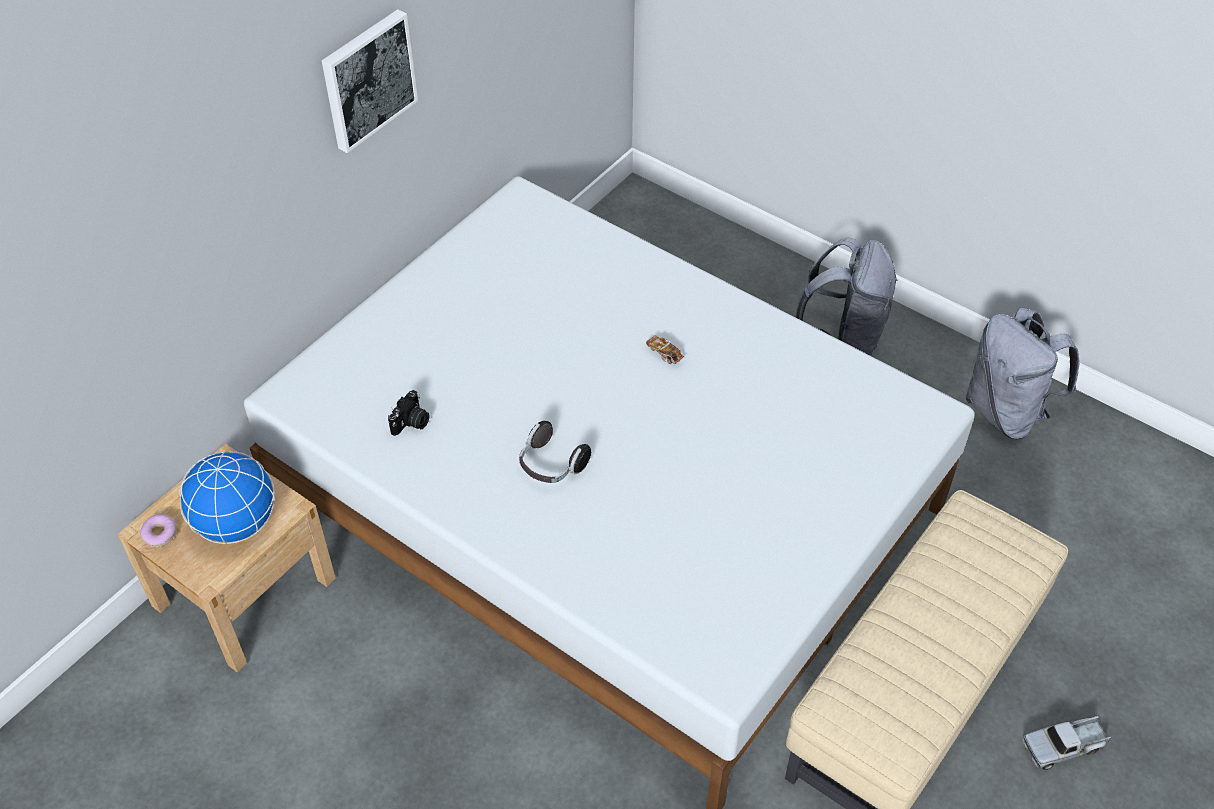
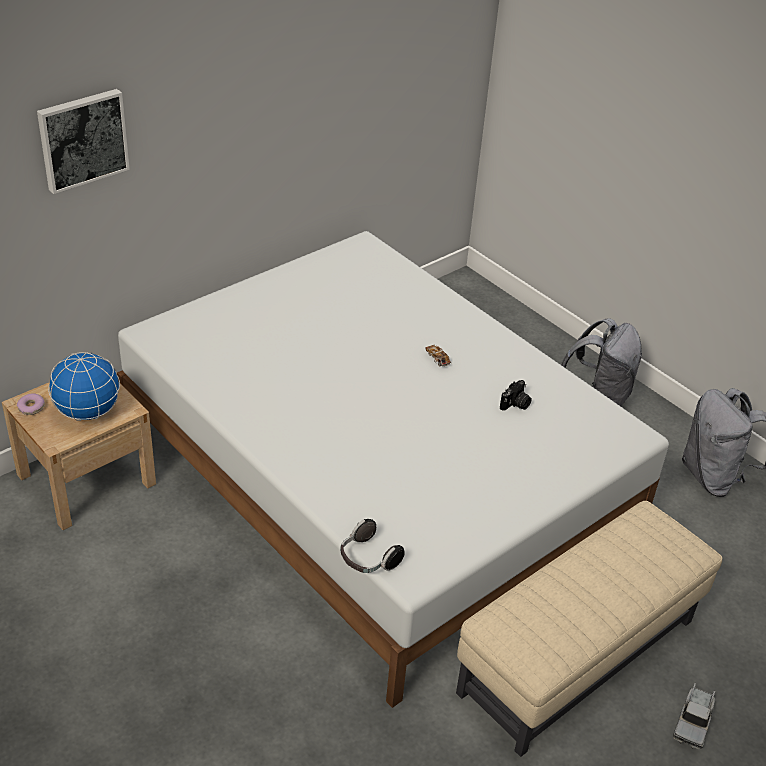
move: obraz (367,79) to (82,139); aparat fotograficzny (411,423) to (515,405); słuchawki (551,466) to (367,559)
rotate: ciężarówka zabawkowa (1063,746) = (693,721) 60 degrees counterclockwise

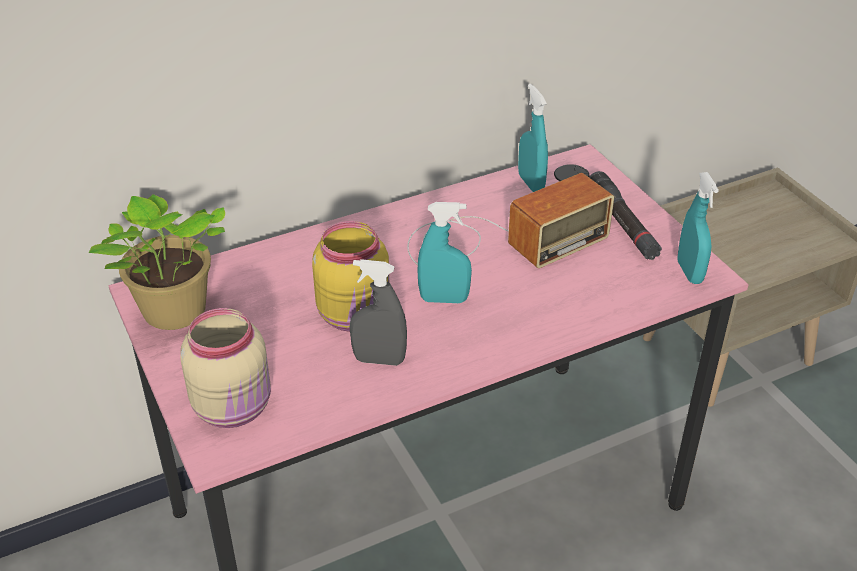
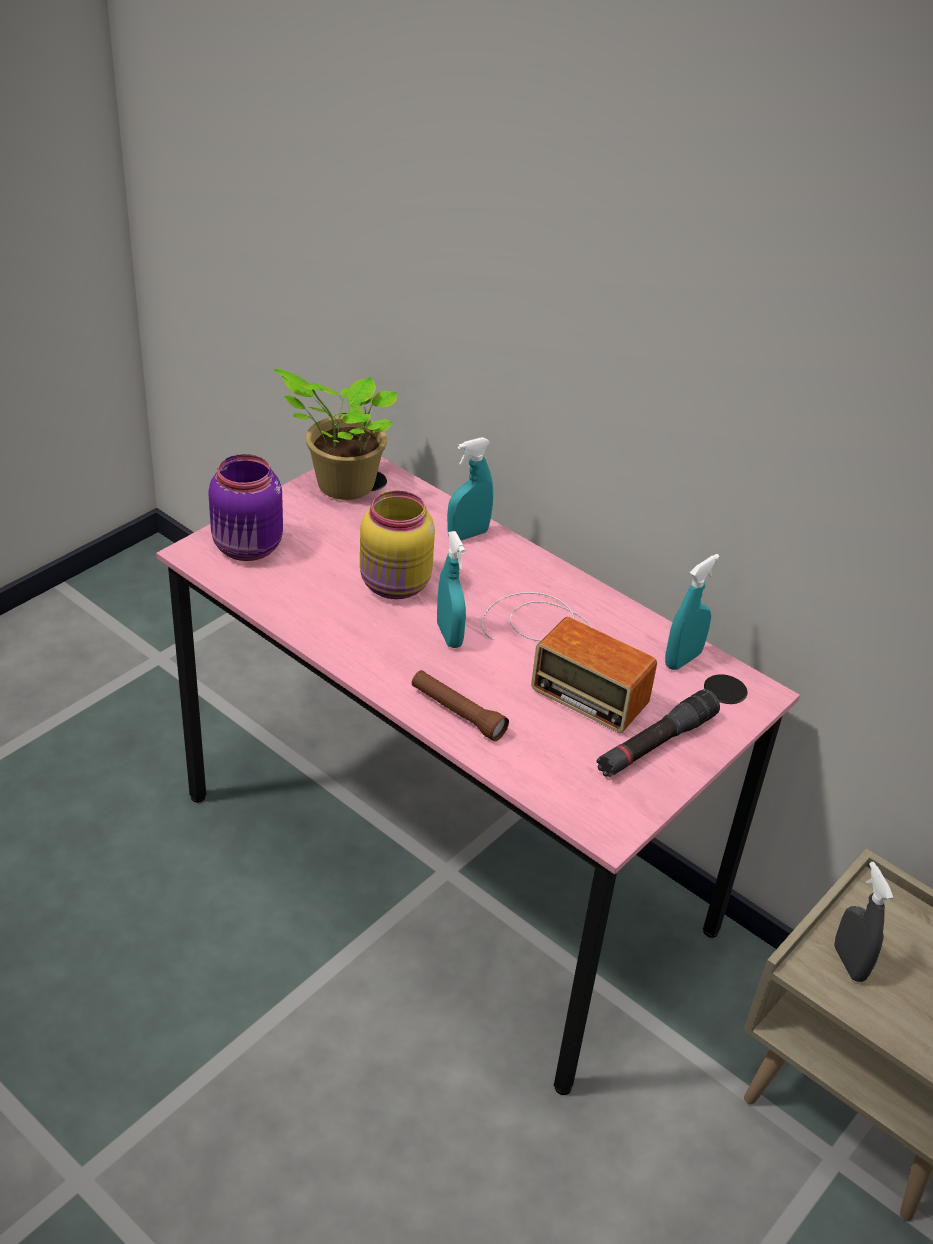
insert: latarka [brązowy] (457,713)
move: spryskiwacz [szary] (379,360) to (849,963); spryskiwacz [turkusowy] (689,272) to (468,535)
recolor: słoik [beżowy] (235,407) to słoik [fioletowy] (248,548)

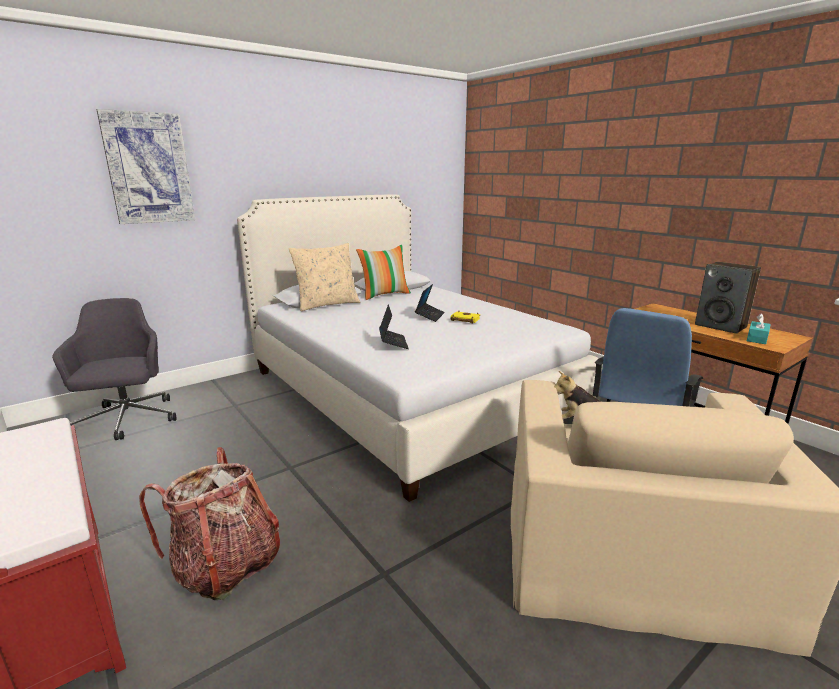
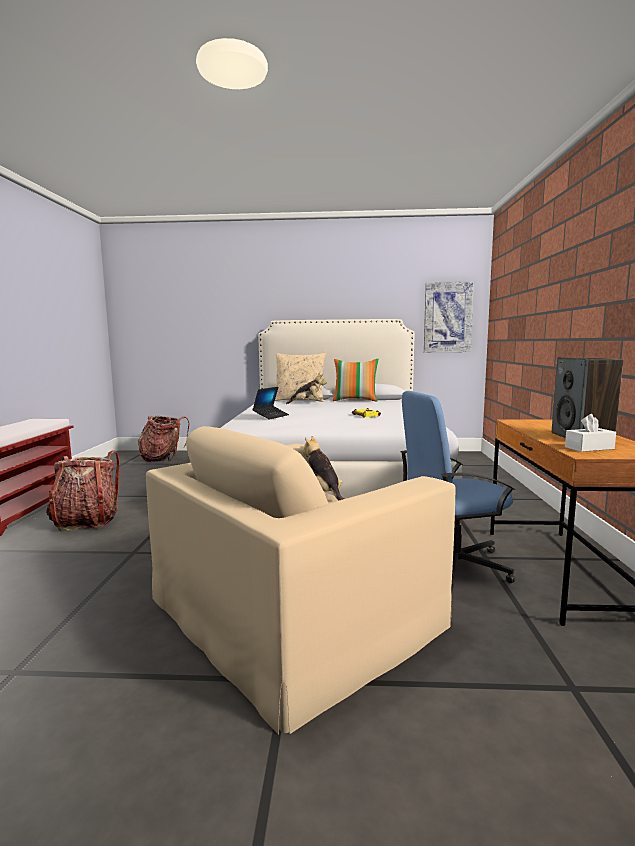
delete: laptop (430,316)
insert: pluszak (307,404)
move: obraz (148,168) to (448,317)
replace: krzesło biurowe [szary] (127,420) to plecak (163,458)
recolor: pudełko chusteczek [turkusowy] (757,338) to pudełko chusteczek [biały] (589,448)

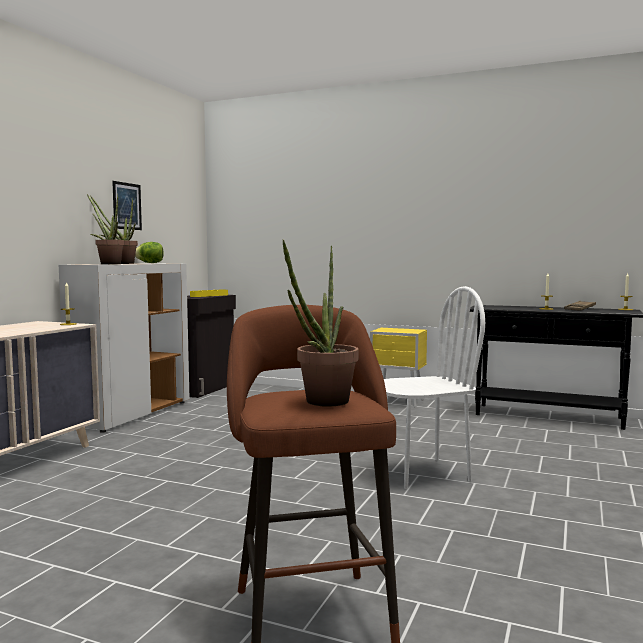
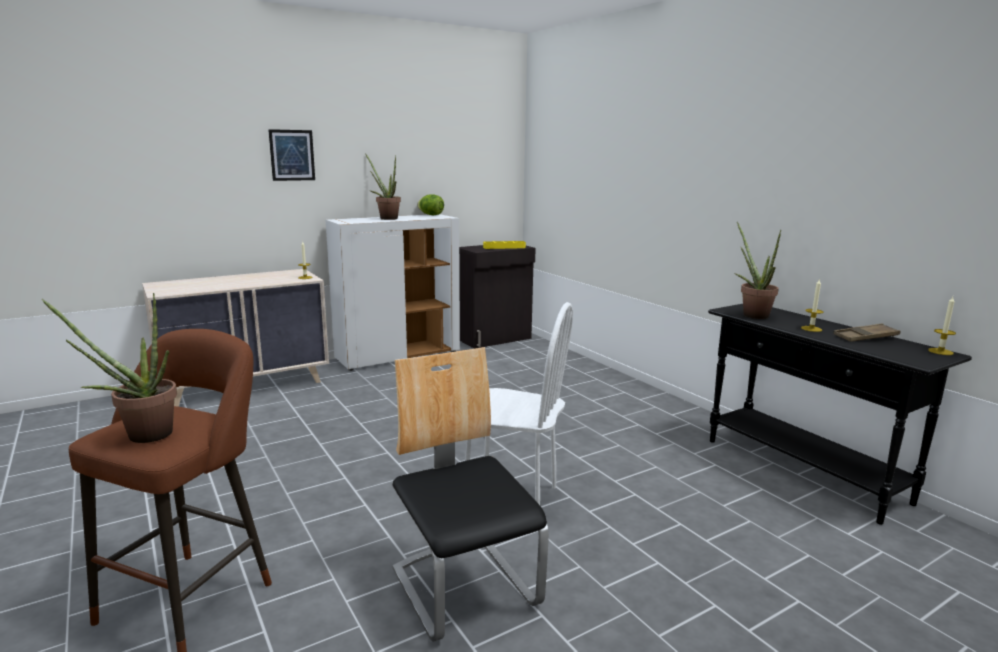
delete: szafka nocna [żółty] (398,402)
insert: krzesło (465,587)
move: roślina doniczkowa (107,264) to (752,314); obraz (127,206) to (292,155)

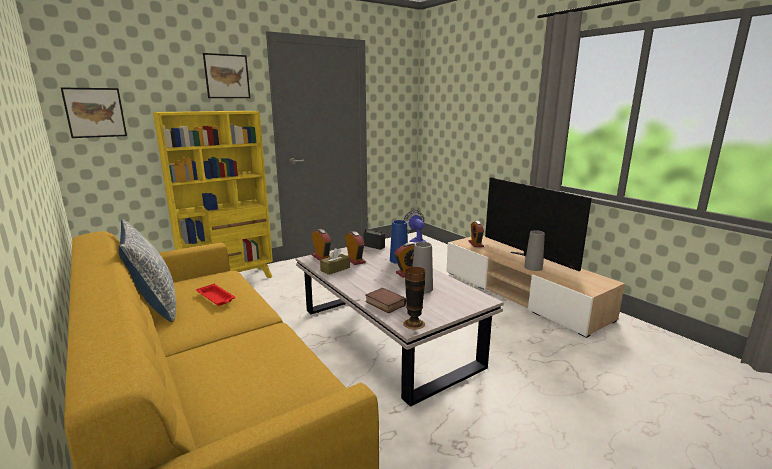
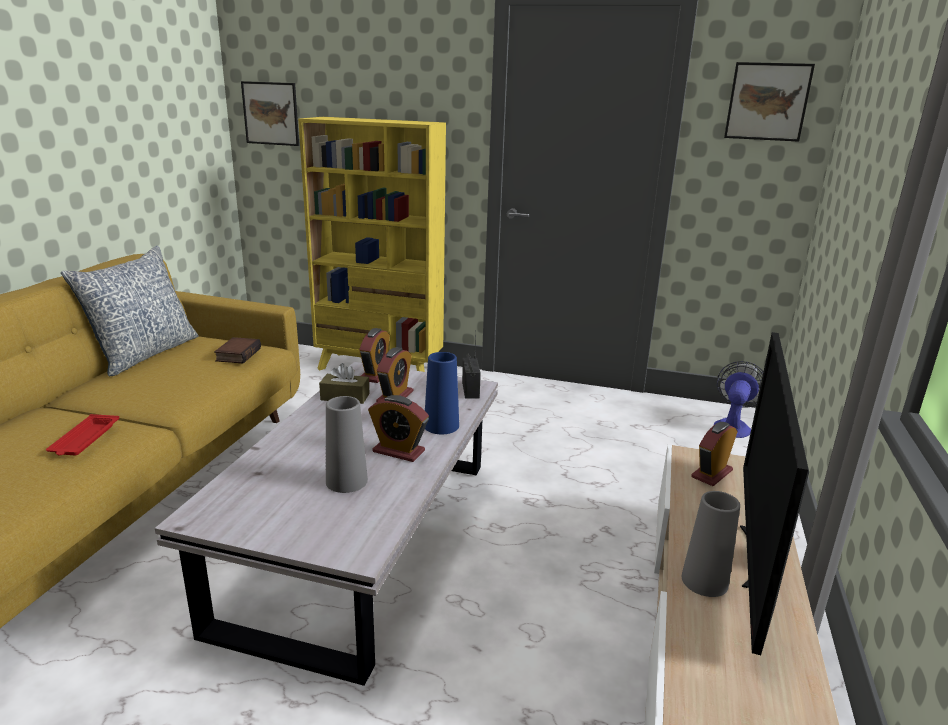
delete: wazon (414,323)
move: taca [czerwony] (216,298) to (84,440); obraz (227,76) to (767,102); książka (384,304) to (237,354)

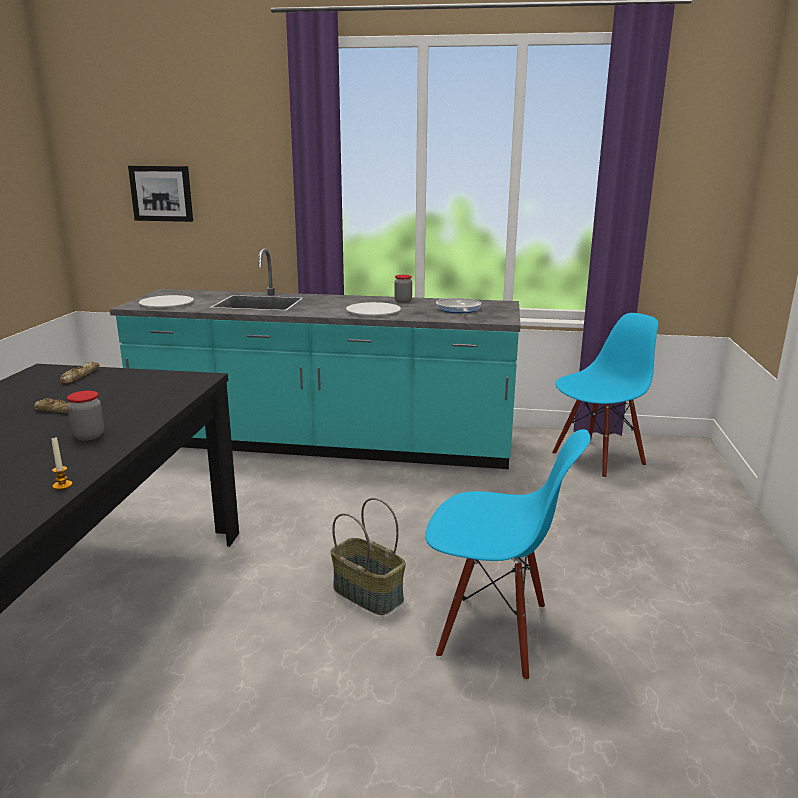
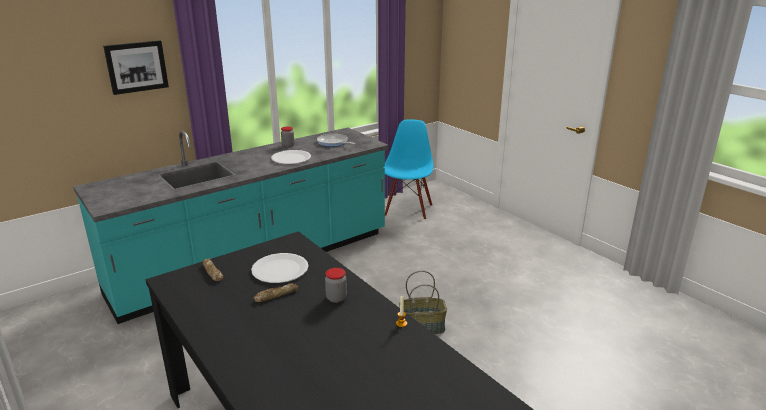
delete: krzesło [niebieski] (493,631)
move: obraz (161,193) to (136,67); talerz [biały] (166,303) to (280,269)

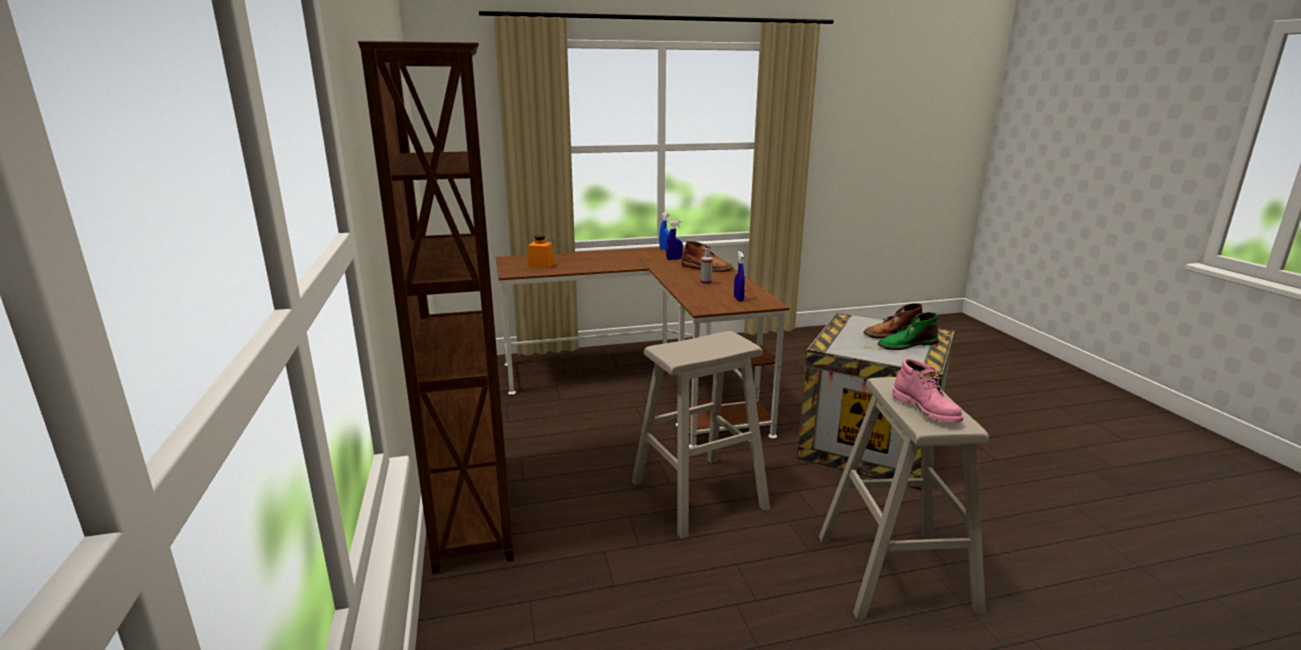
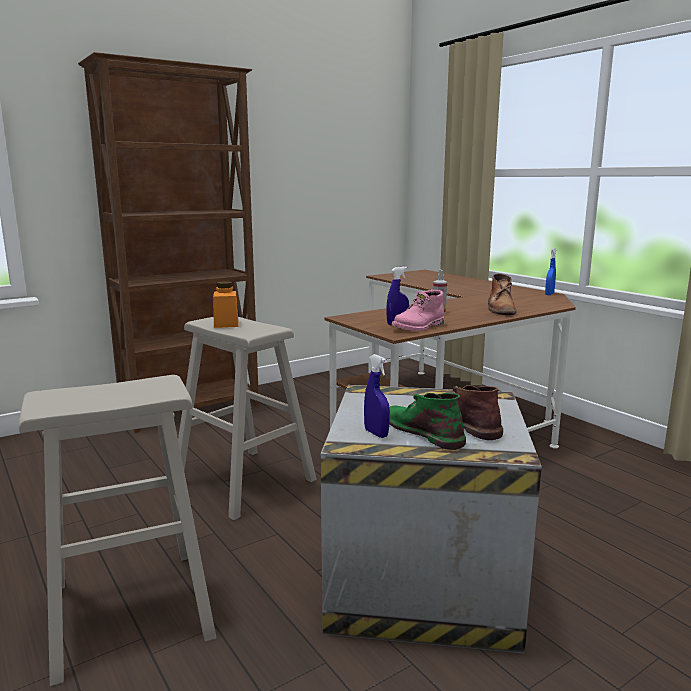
move: słoik [pomarańczowy] (541,265) to (226,324); spryskiwacz [niebieski] (674,259) to (376,433); but z cholewką [różowy] (926,410) to (419,327)

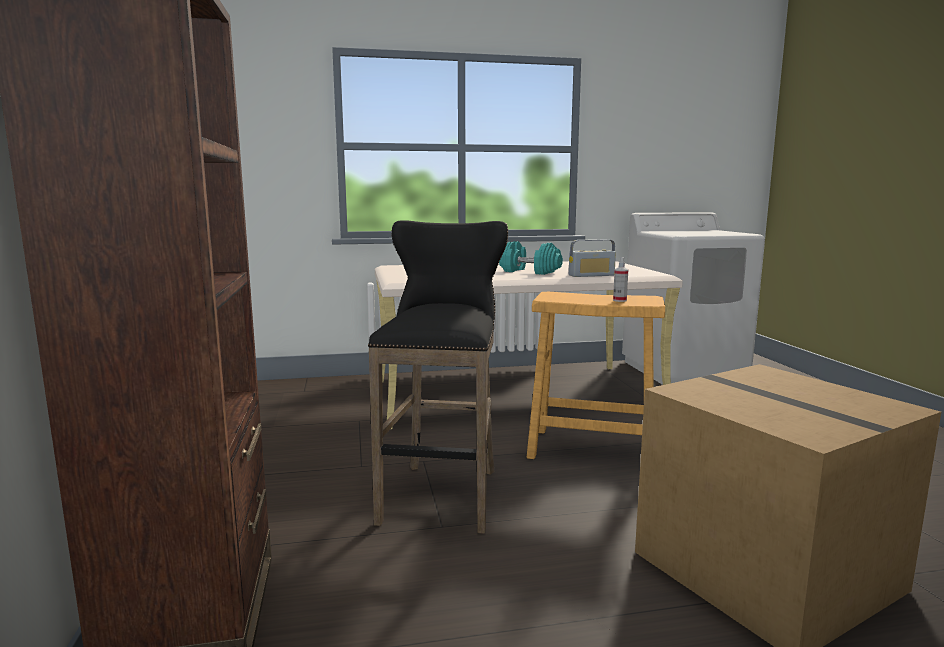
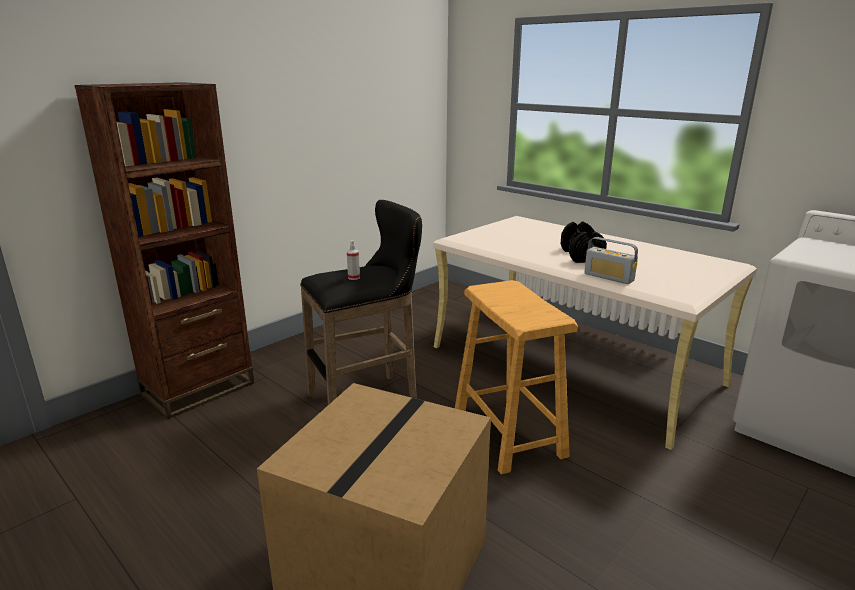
move: spryskiwacz (619,300) to (354,277)
recolor: hantel [turkusowy] (530,271) to hantel [czarny] (581,255)

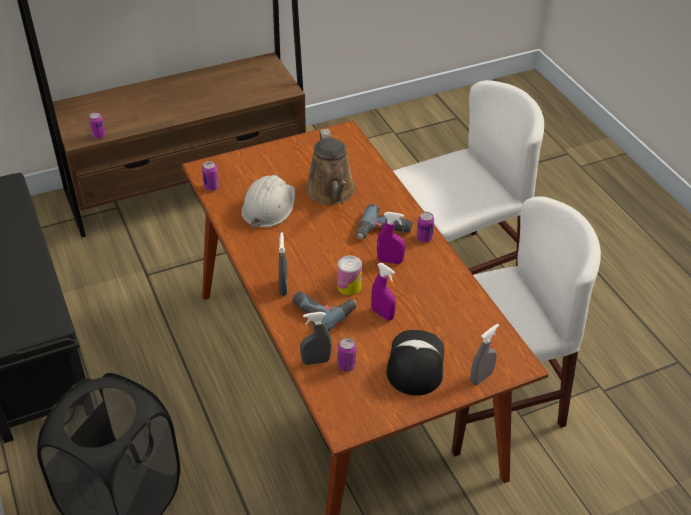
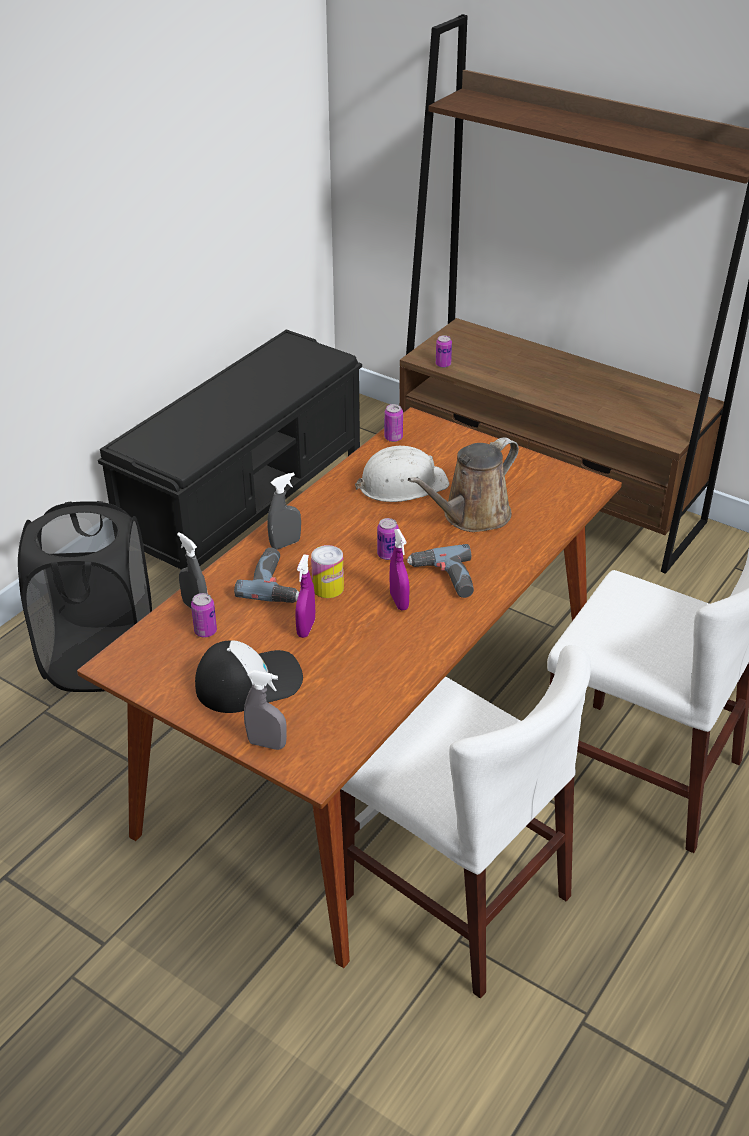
move: puszka (424,238) to (387,555)

